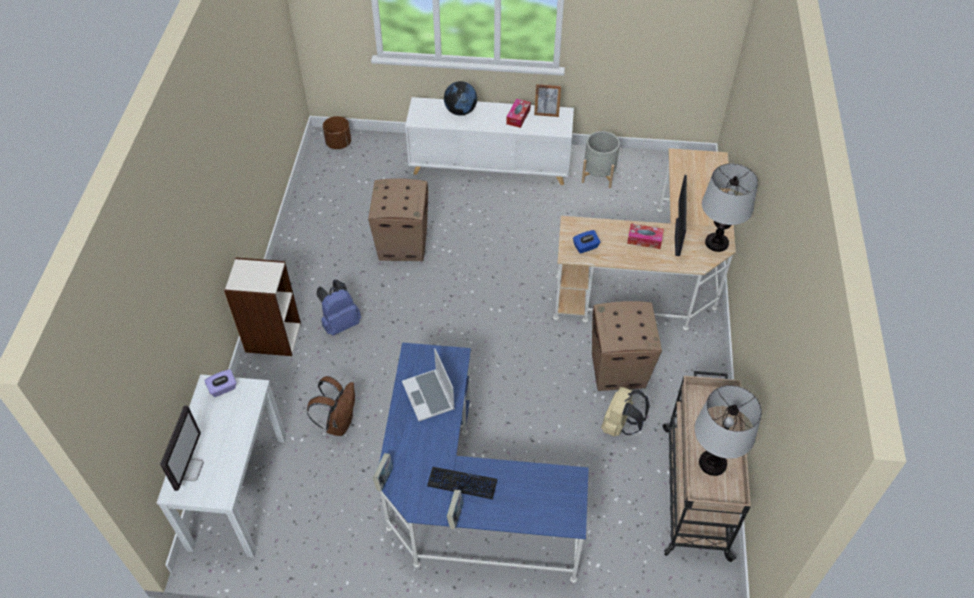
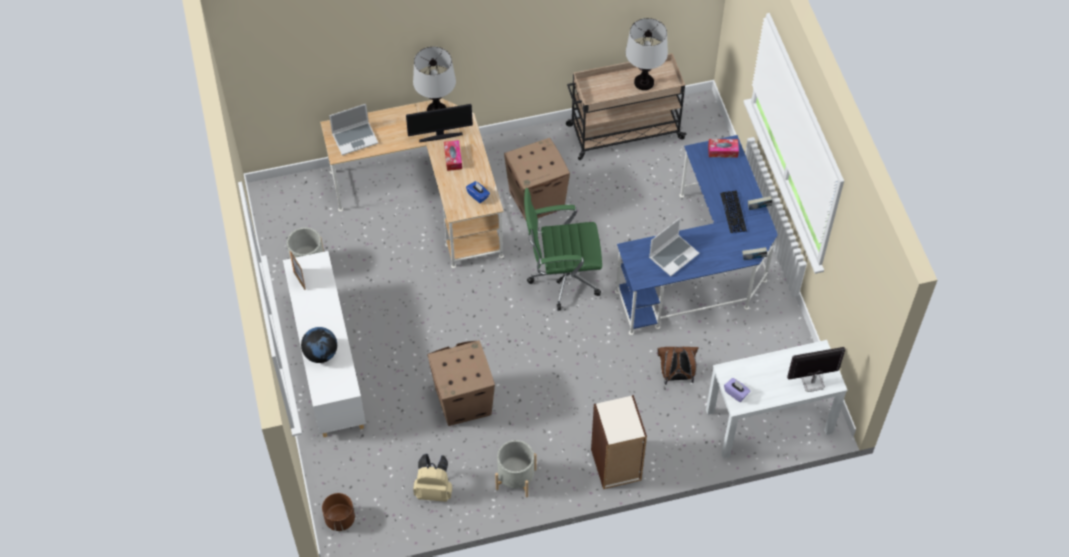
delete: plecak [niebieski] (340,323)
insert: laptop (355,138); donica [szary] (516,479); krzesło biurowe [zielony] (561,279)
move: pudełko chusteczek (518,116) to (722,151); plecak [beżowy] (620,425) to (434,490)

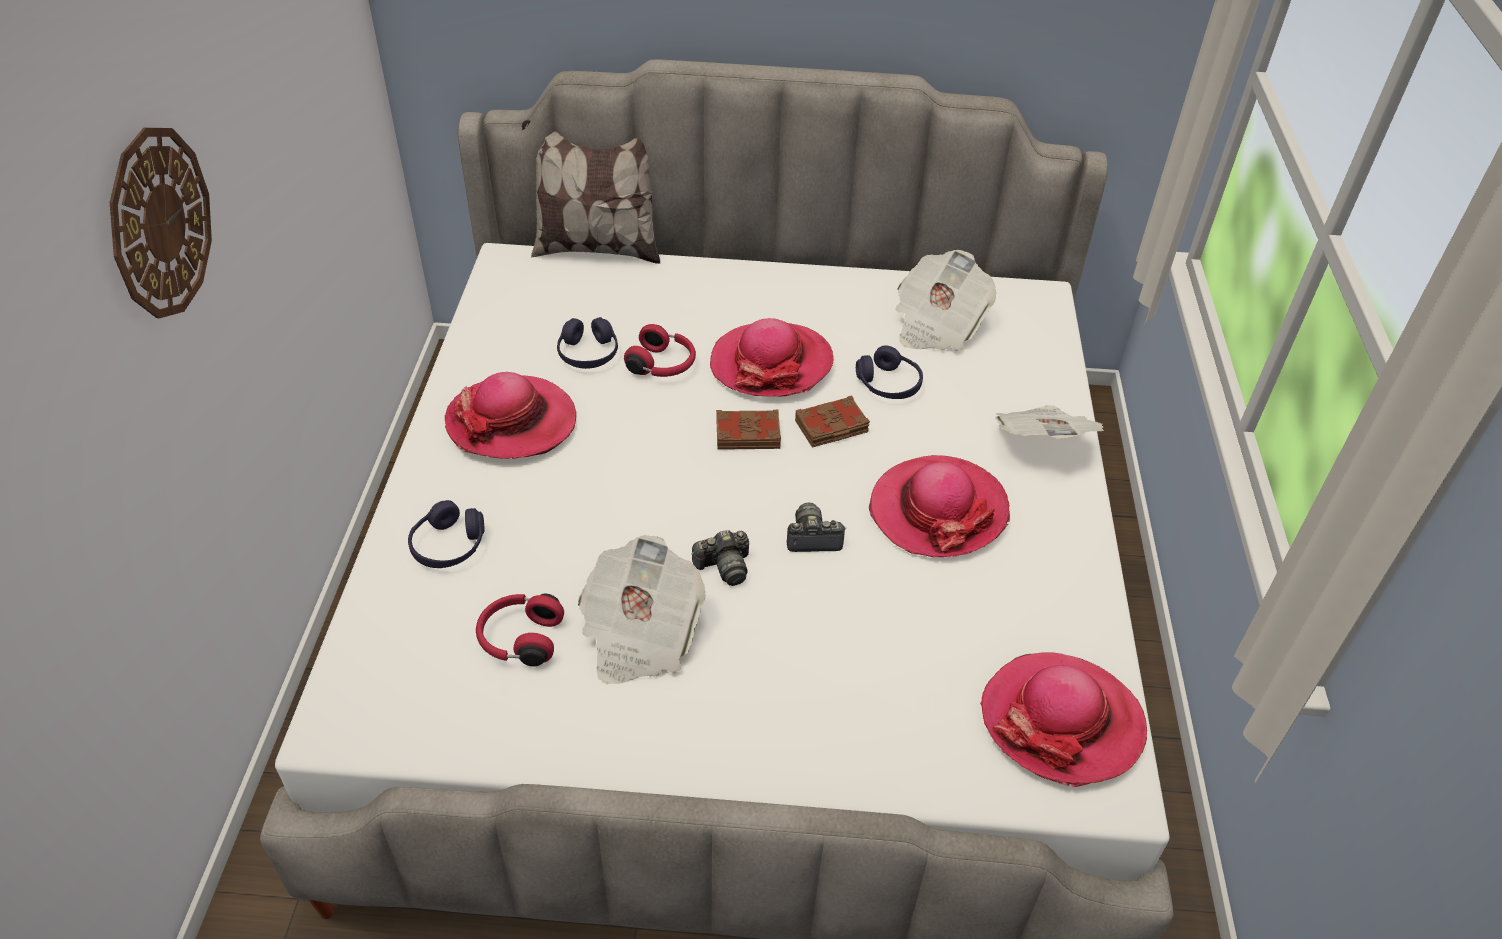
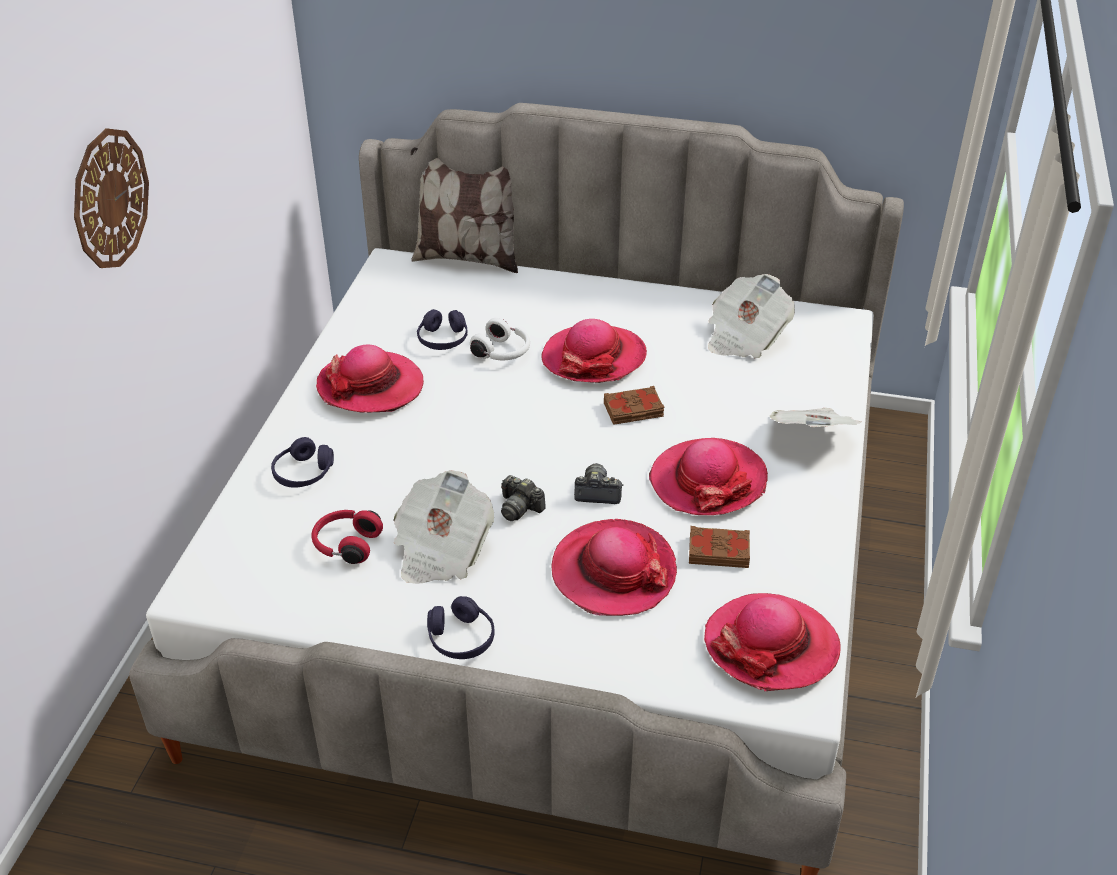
insert: kapelusz (613,571)
move: książka [brązowy] (747,434) to (718,551); słuchawki [fioletowy] (888,384) to (461,638)
recolor: słuchawki [czerwony] (663,365) to słuchawki [biały] (502,352)
rotate: aparat fotograficzny (724,567) = (519,508) 45 degrees clockwise

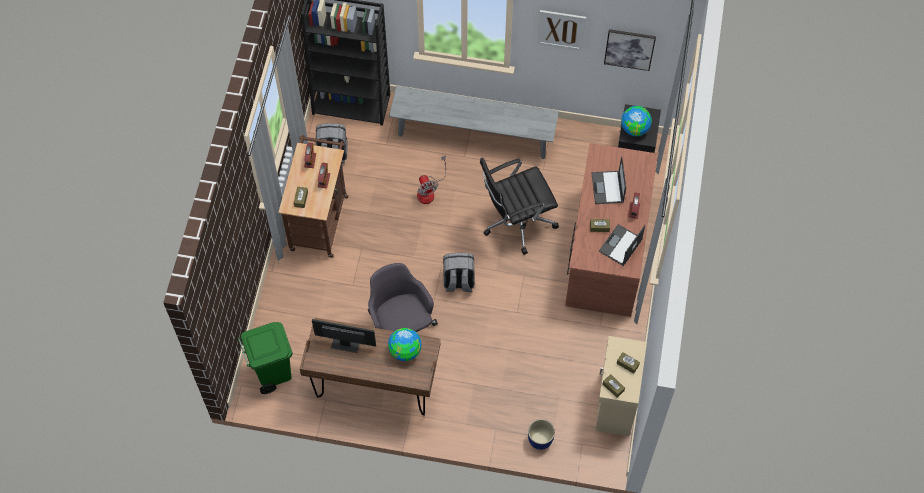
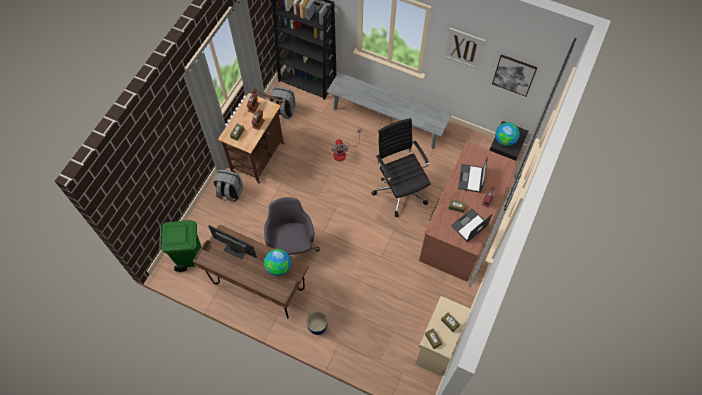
move: plecak [szary] (458,281) to (229,192); donica [niebieski] (540,439) to (317,326)
rotate: krzesło biurowe [czarny] (516,221) = (400,189) 75 degrees clockwise

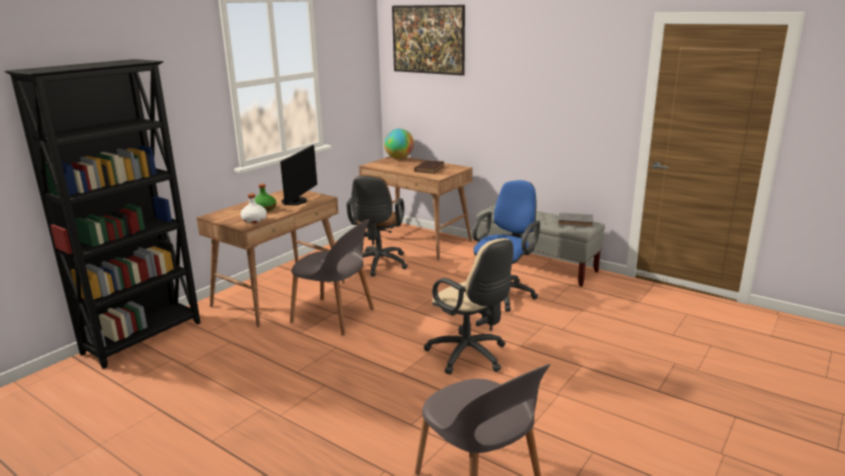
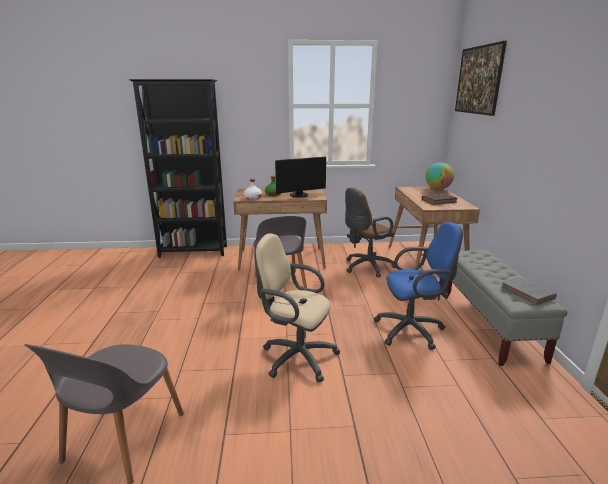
rotate: krzesło biurowe [beżowy] (470,356) = (295,357) 105 degrees clockwise

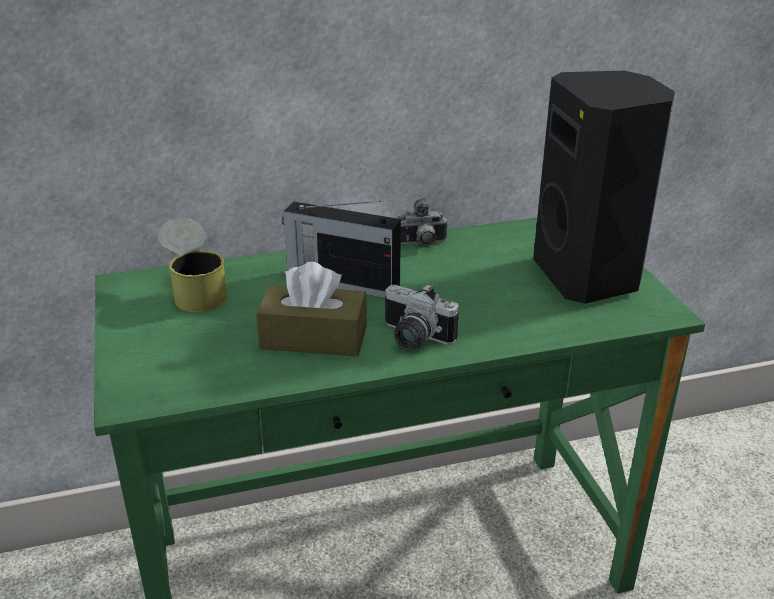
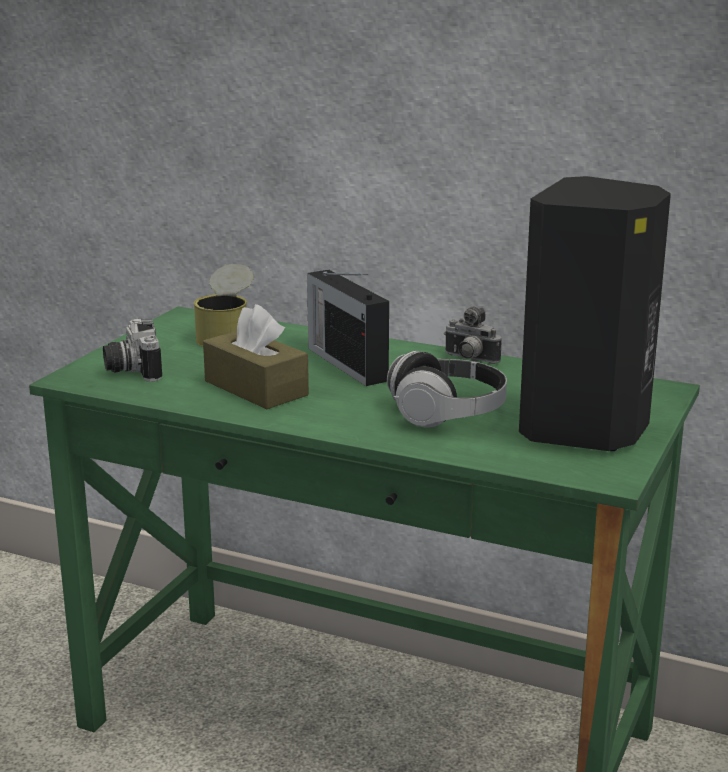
insert: słuchawki (447,414)
move: aparat fotograficzny (413,338) to (131,370)

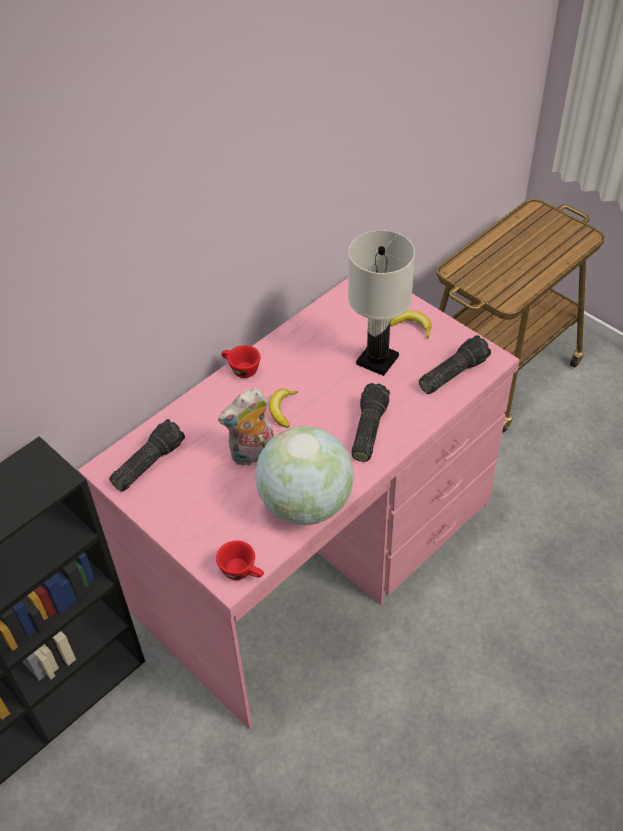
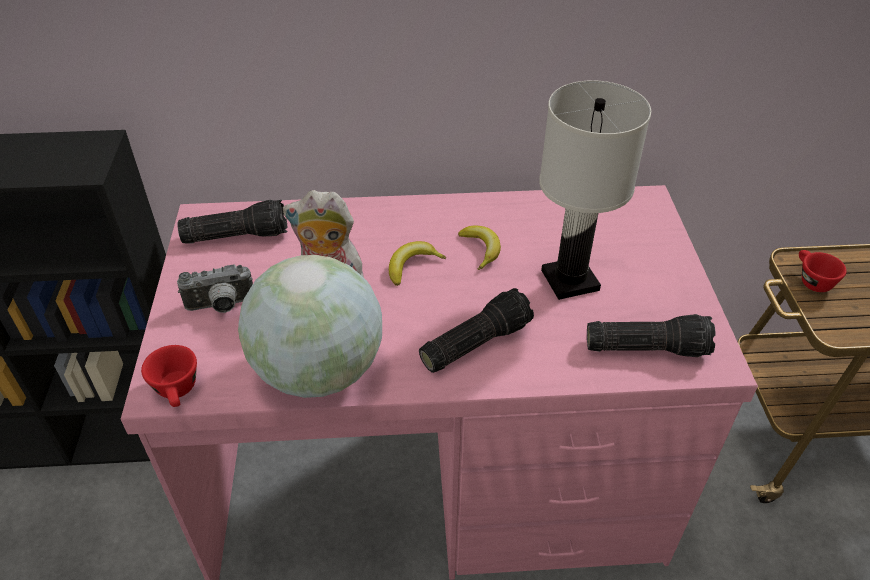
insert: aparat fotograficzny (221,306)
move: filiżanka [czerwony] (240,369) to (811,280); banan (412,326) to (481,249)

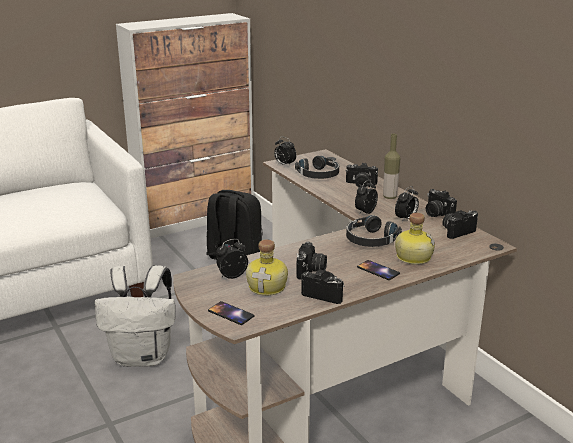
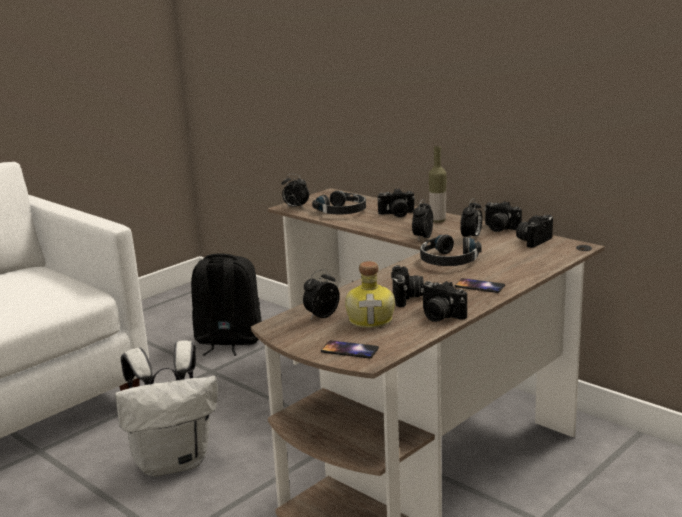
delete: szafka (196,219); butelka (412,257)
rotate: aparat fotograficzny (324,294) = (439,316) 150 degrees counterclockwise

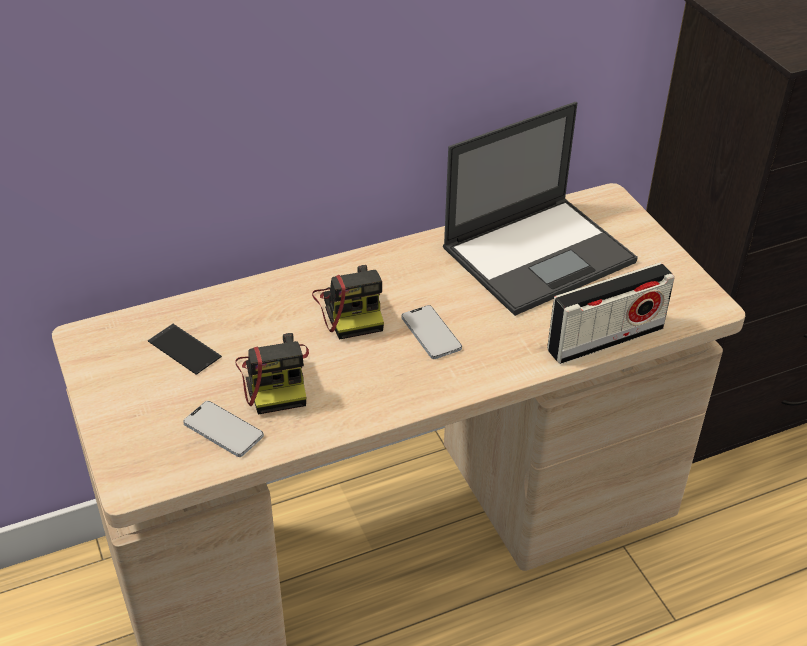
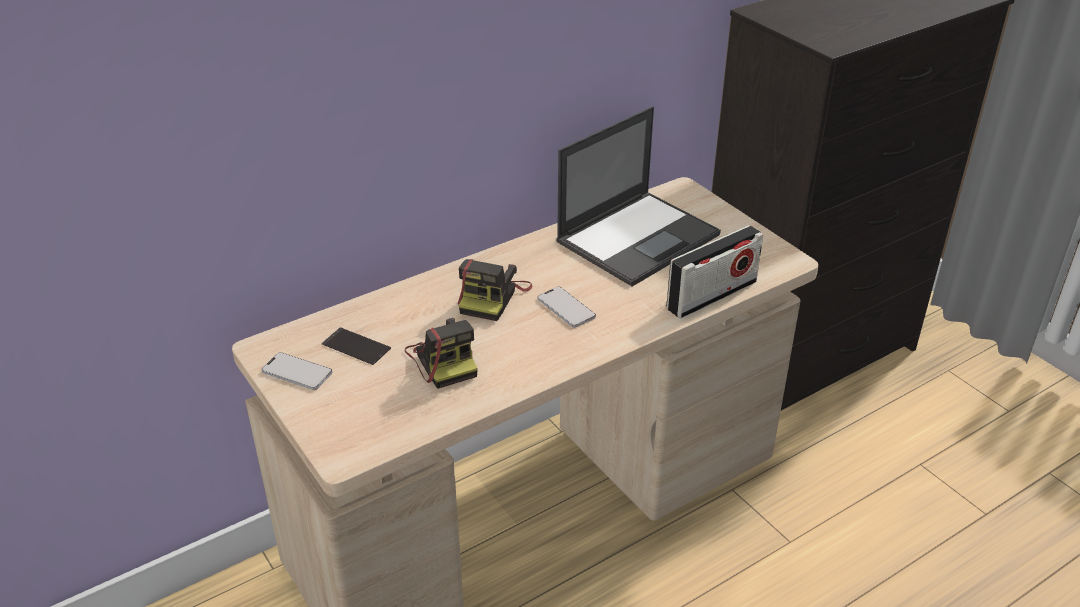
move: telefon (223,430) to (297,372)
rotate: aparat fotograficzny (351,308) = (492,297) 45 degrees clockwise

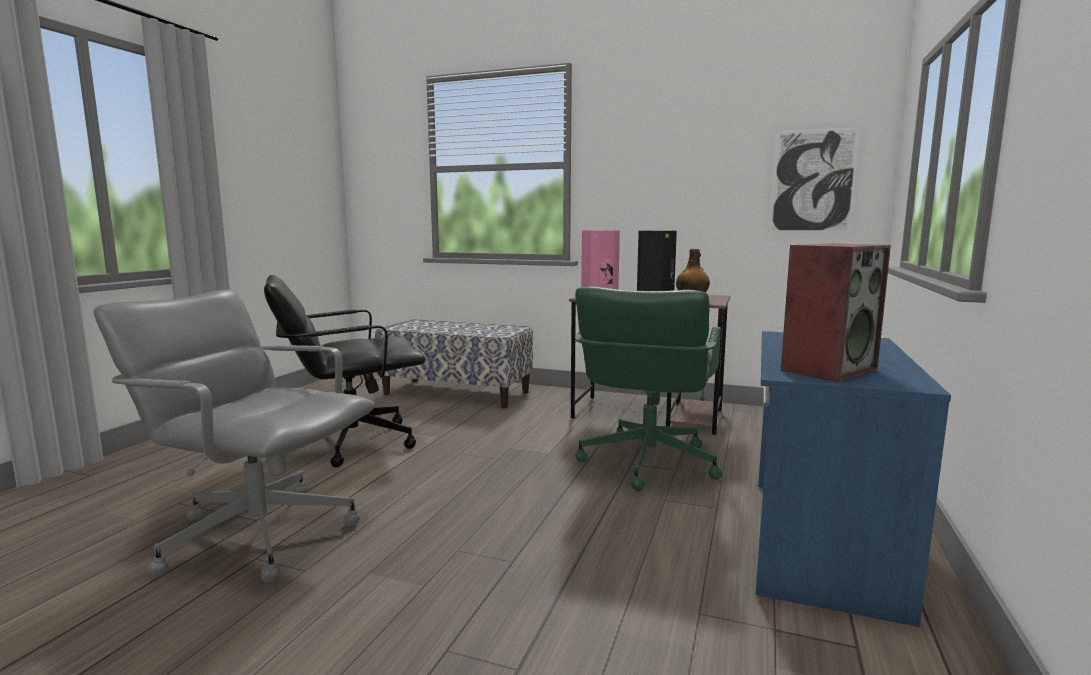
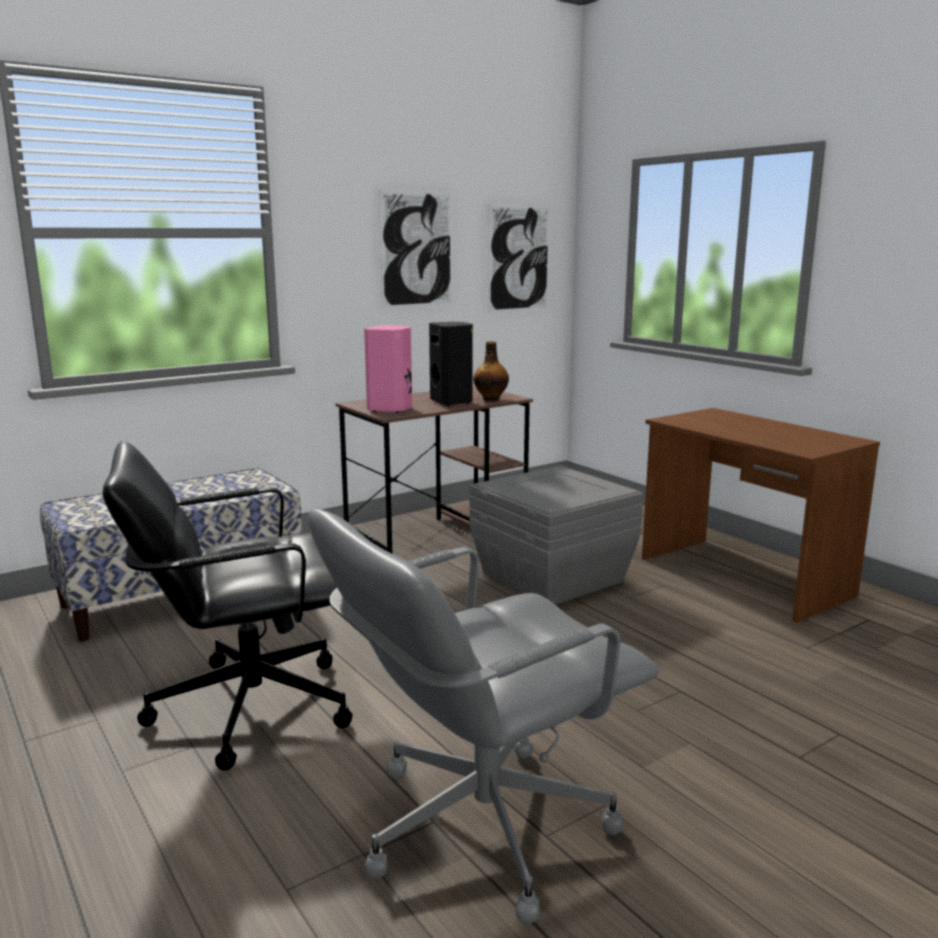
delete: głośnik (828,369)
insert: obraz (417,249)
replace: krzesło biurowe [zielony] (646,463) to pojemnik do przechowywania [szary] (550,577)
recolor: biurko [niebieski] (818,540) to biurko [brązowy] (743,577)
rotate: krzesło biurowe [czarny] (350,442) = (250,706) 60 degrees clockwise

